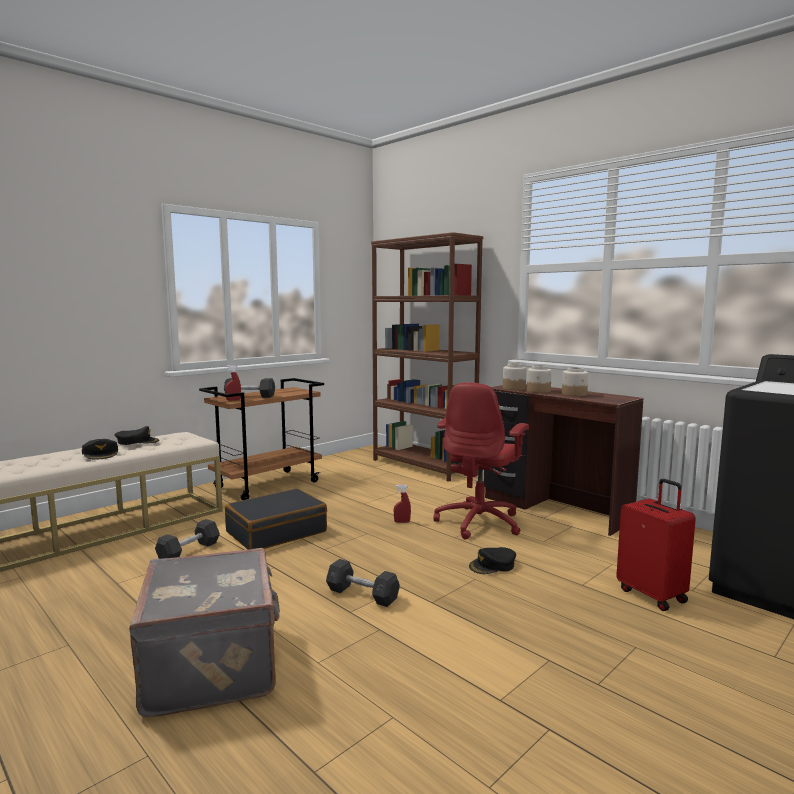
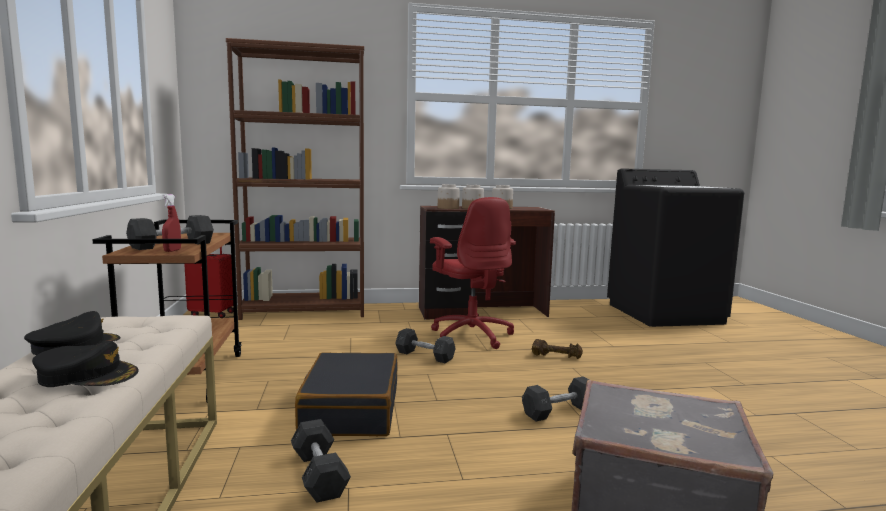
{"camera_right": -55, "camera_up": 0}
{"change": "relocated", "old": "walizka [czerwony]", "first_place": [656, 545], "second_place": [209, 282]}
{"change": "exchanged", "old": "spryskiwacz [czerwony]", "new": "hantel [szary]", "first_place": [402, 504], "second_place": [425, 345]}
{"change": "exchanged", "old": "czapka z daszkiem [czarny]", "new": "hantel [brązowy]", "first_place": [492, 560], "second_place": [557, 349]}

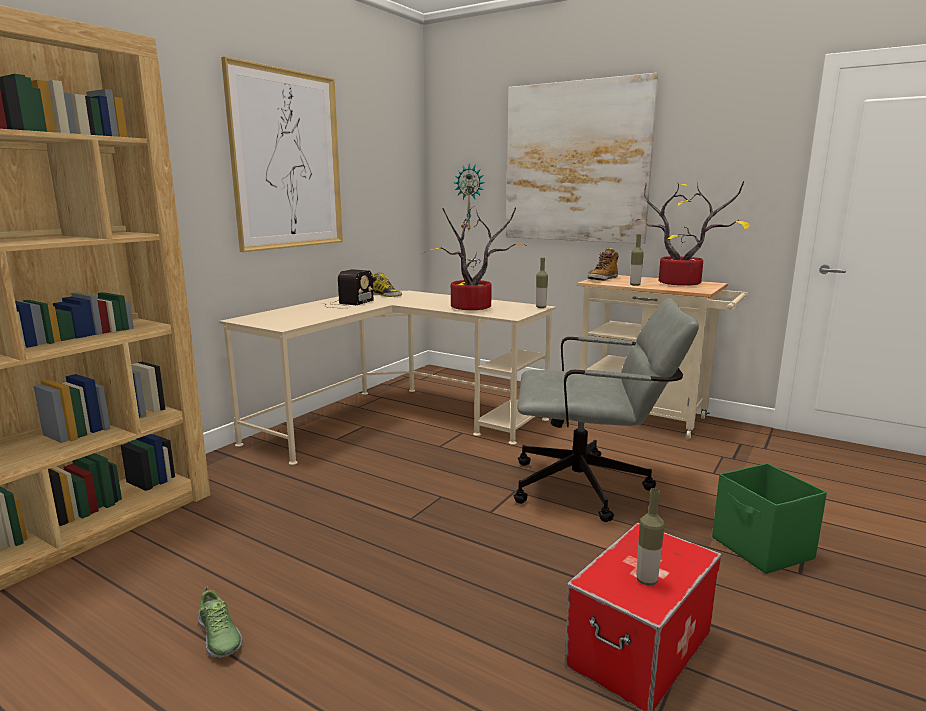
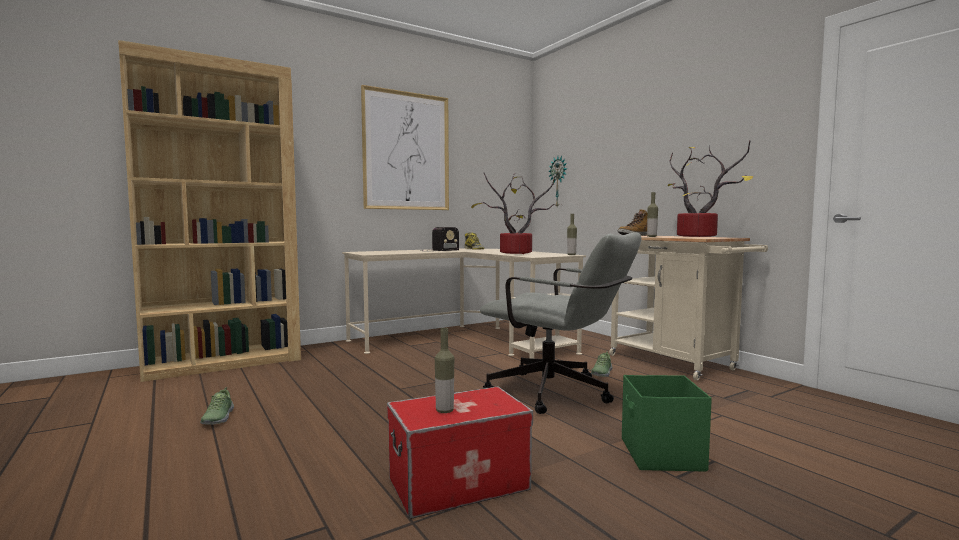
{"camera_right": 25, "camera_up": -10}
{"change": "missing", "old": "obraz", "first_place": [582, 158]}
{"change": "appeared", "new": "but", "second_place": [601, 364]}

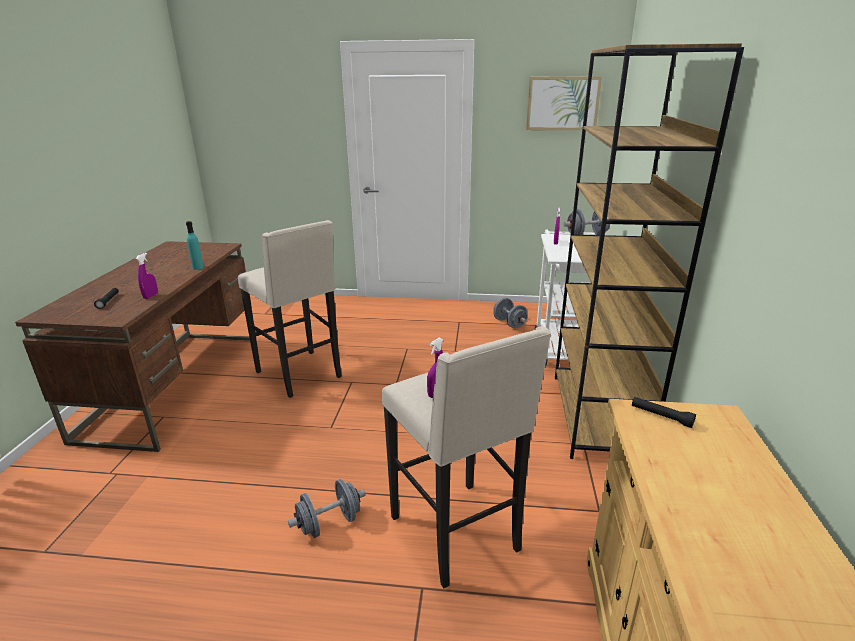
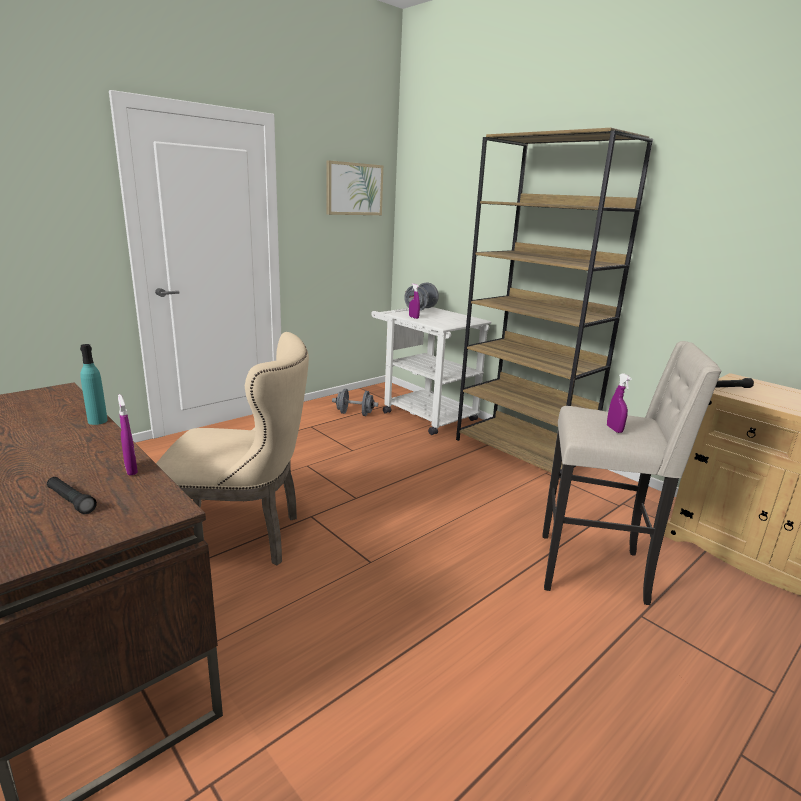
{"camera_right": -50, "camera_up": -5}
{"change": "missing", "old": "hantel [szary]", "first_place": [326, 508]}
{"change": "exchanged", "old": "stołek [beżowy]", "new": "krzesło [beżowy]", "first_place": [290, 309], "second_place": [232, 448]}

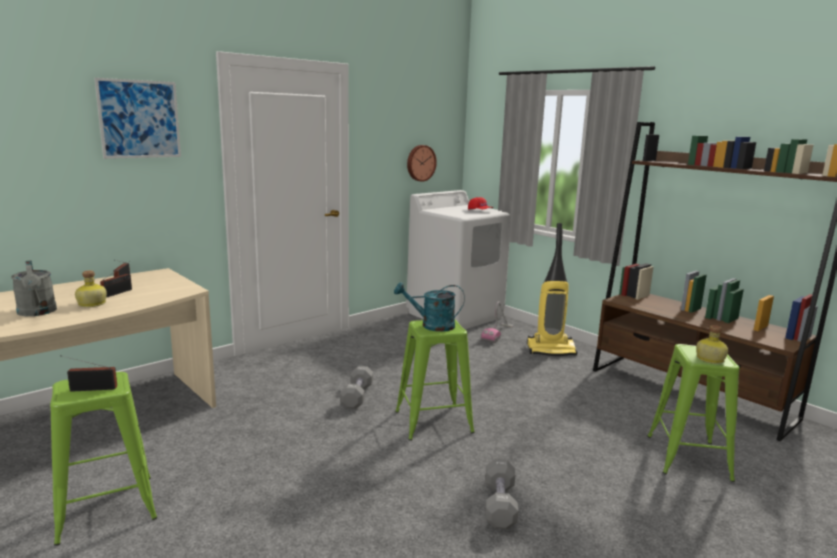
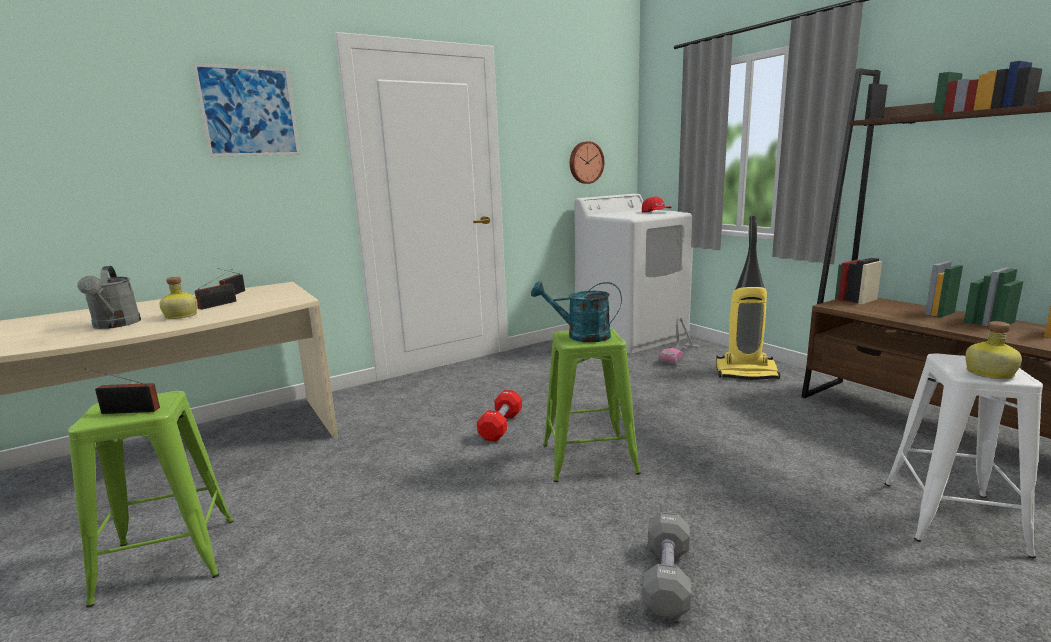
{"camera_right": 10, "camera_up": 0}
{"change": "colour", "old": "hantel [szary]", "new": "hantel [czerwony]", "first_place": [356, 387], "second_place": [499, 415]}
{"change": "colour", "old": "stołek [zielony]", "new": "stołek [biały]", "first_place": [693, 413], "second_place": [964, 456]}

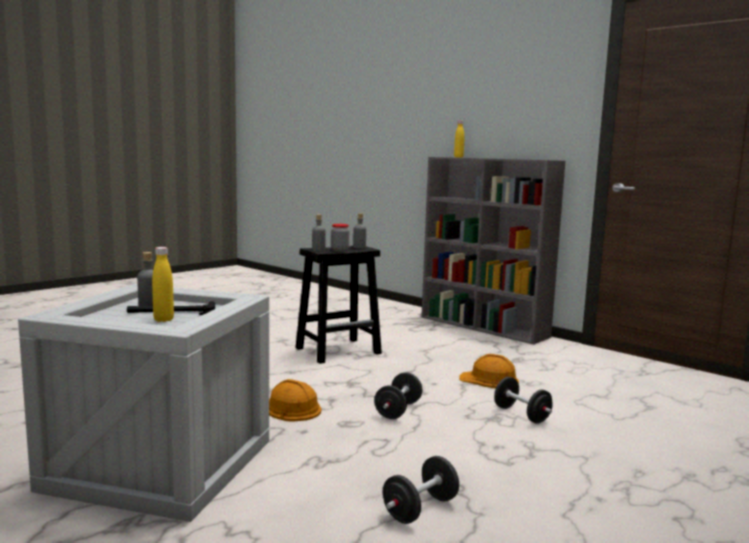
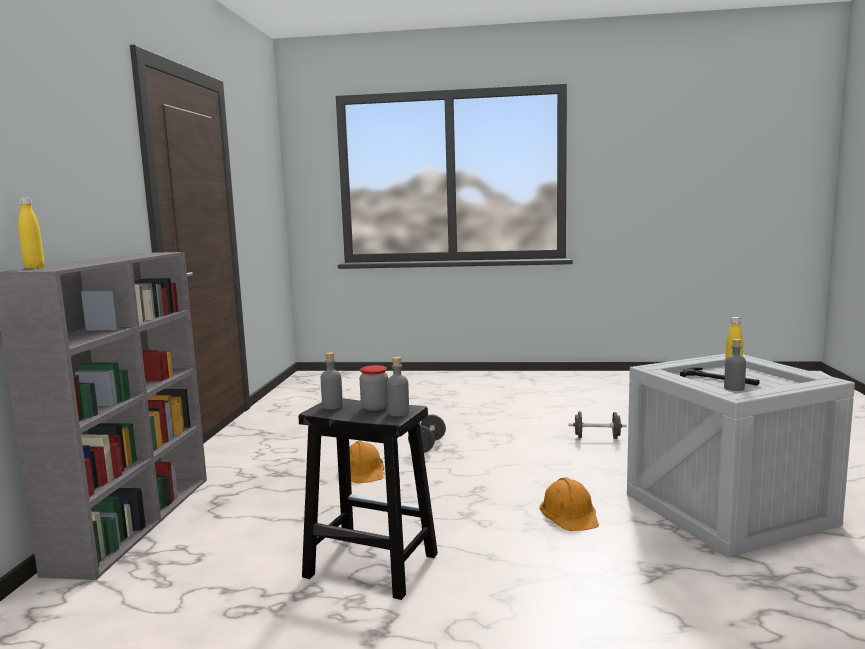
{"camera_right": -125, "camera_up": 0}
{"change": "missing", "old": "hantel [czarny]", "first_place": [398, 395]}

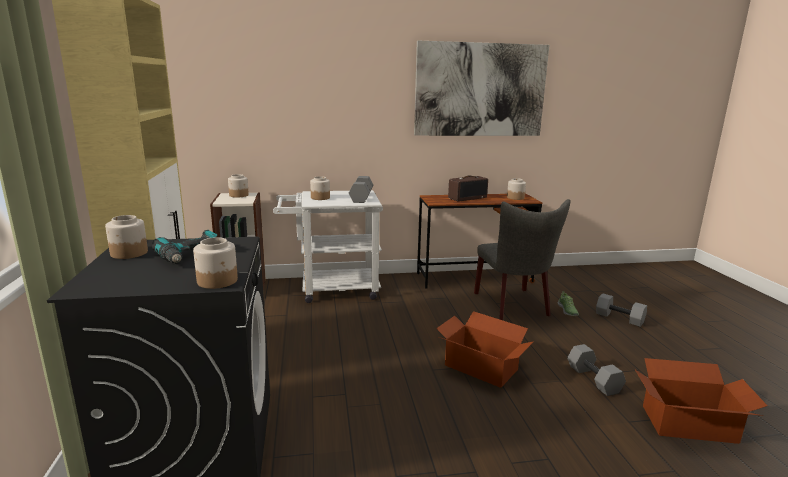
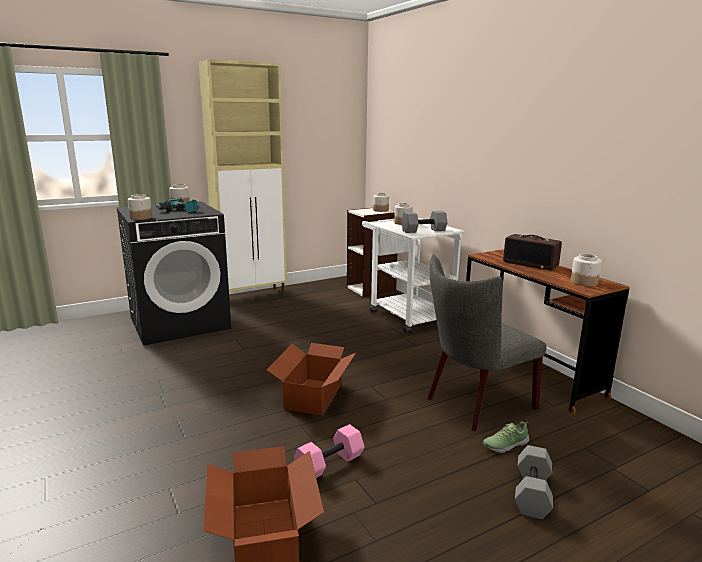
{"camera_right": 70, "camera_up": 0}
{"change": "missing", "old": "obraz", "first_place": [481, 88]}
{"change": "colour", "old": "hantel [szary]", "new": "hantel [różowy]", "first_place": [596, 370], "second_place": [329, 451]}

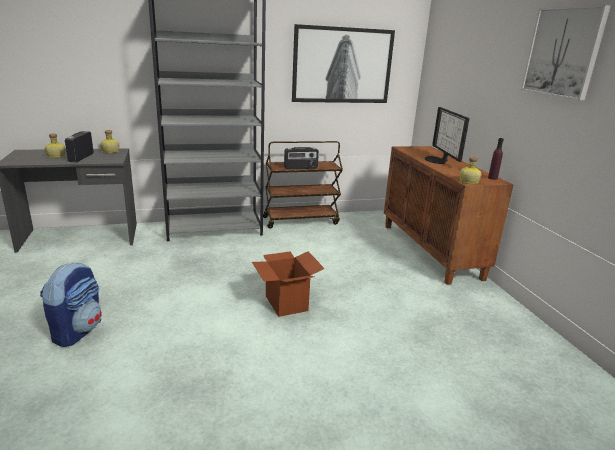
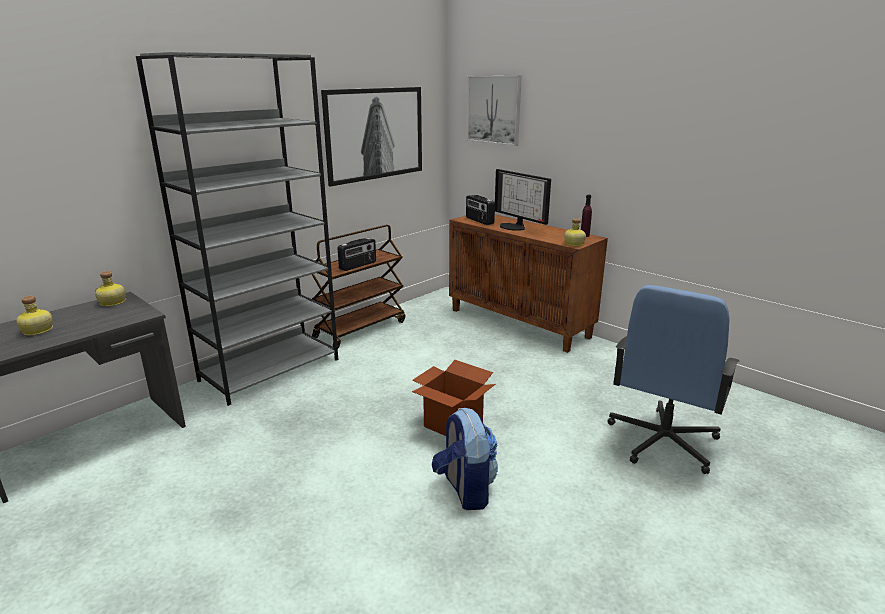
{"camera_right": -30, "camera_up": 0}
{"change": "appeared", "new": "krzesło biurowe [niebieski]", "second_place": [673, 379]}
{"change": "relocated", "old": "plecak", "first_place": [71, 304], "second_place": [465, 459]}
{"change": "relocated", "old": "radio", "first_place": [79, 146], "second_place": [480, 210]}
{"change": "relocated", "old": "obraz", "first_place": [566, 53], "second_place": [494, 110]}

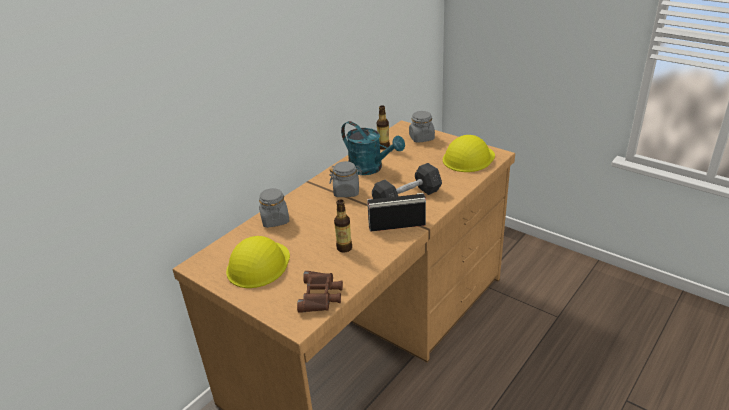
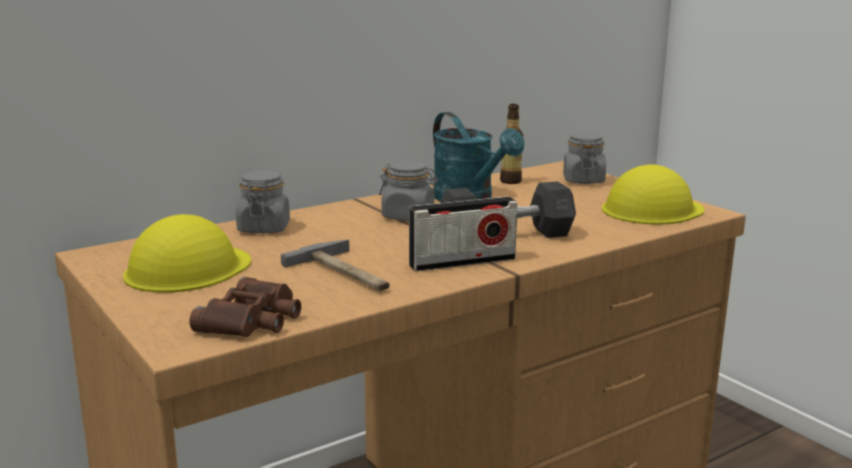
{"camera_right": 15, "camera_up": -15}
{"change": "exchanged", "old": "butelka", "new": "młotek", "first_place": [343, 225], "second_place": [335, 265]}
{"change": "spun", "old": "radio", "first_place": [396, 212], "second_place": [463, 234], "degrees": 150}

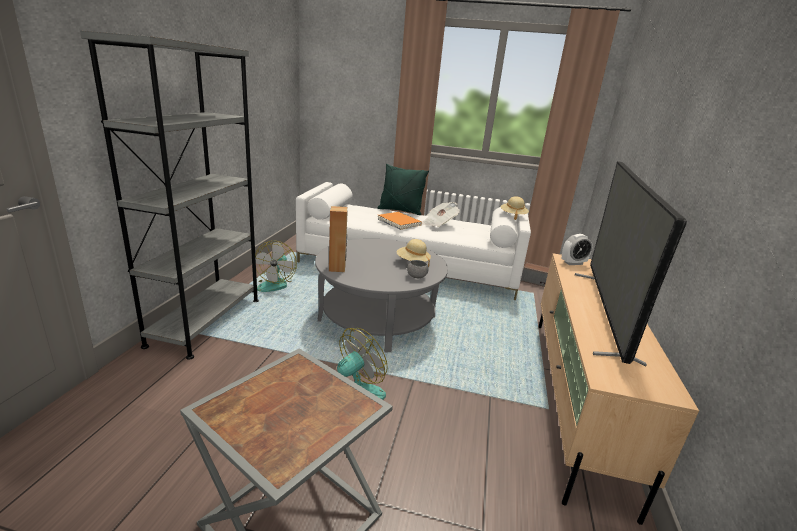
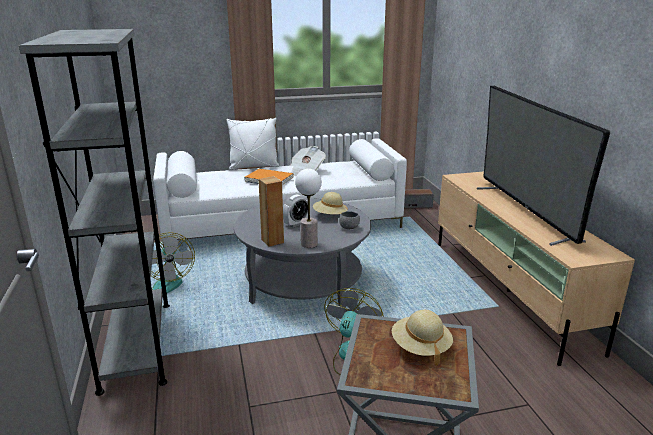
{"camera_right": -25, "camera_up": 0}
{"change": "appeared", "new": "lampa stołowa", "second_place": [308, 208]}
{"change": "relocated", "old": "kapelusz [beżowy]", "first_place": [515, 208], "second_place": [422, 338]}
{"change": "relocated", "old": "budzik", "first_place": [577, 249], "second_place": [295, 211]}
{"change": "colour", "old": "poduszka [zielony]", "new": "poduszka [biały]", "first_place": [403, 189], "second_place": [253, 144]}

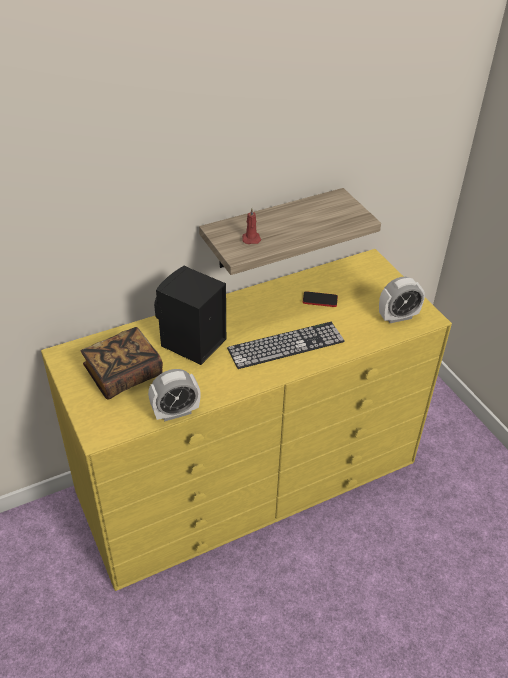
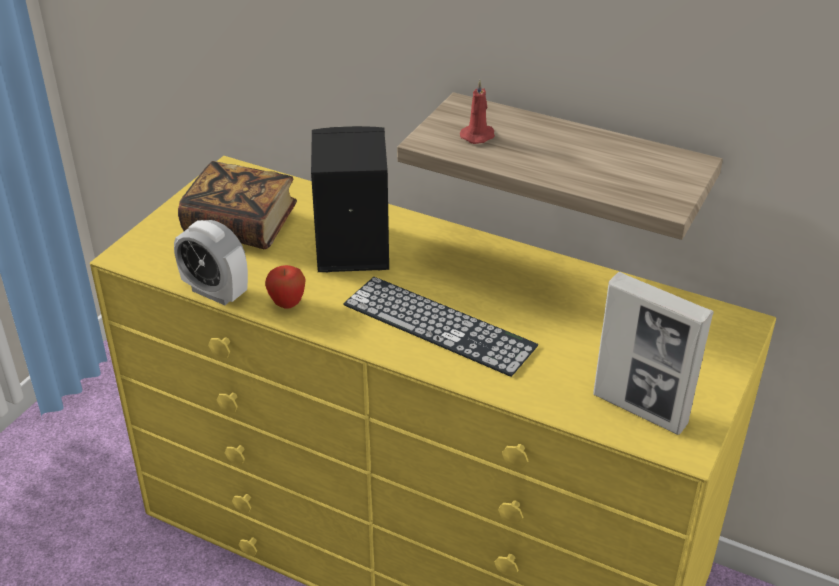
{"camera_right": 55, "camera_up": -5}
{"change": "missing", "old": "telefon", "first_place": [320, 299]}
{"change": "appeared", "new": "jabłko", "second_place": [285, 287]}
{"change": "exchanged", "old": "budzik", "new": "ramka na zdjęcie", "first_place": [402, 300], "second_place": [653, 353]}

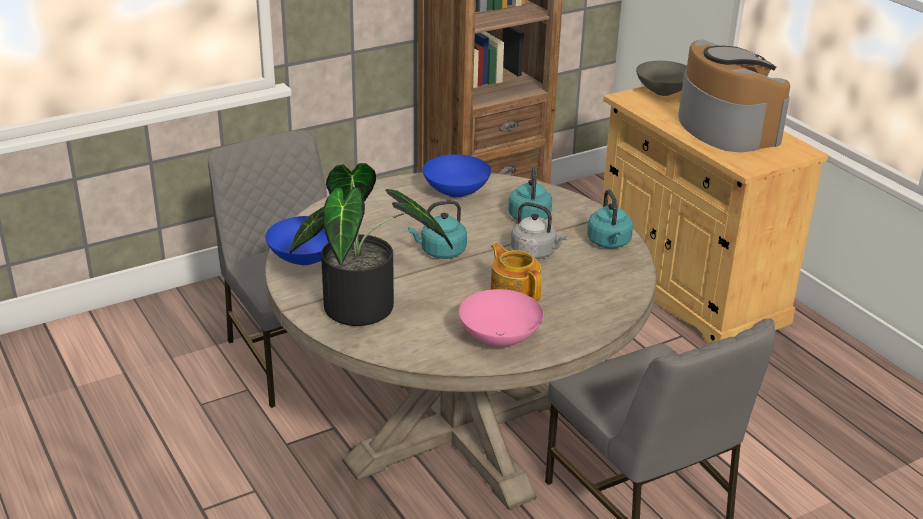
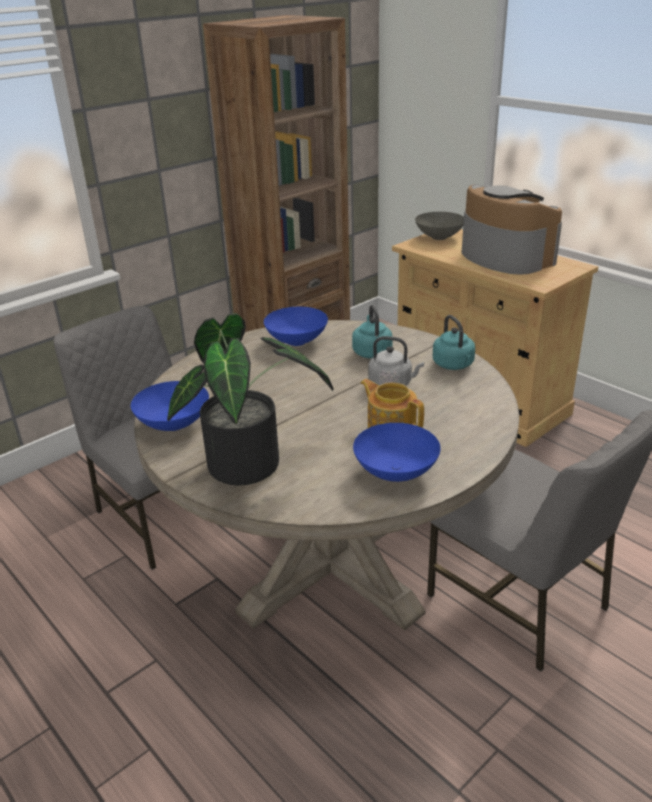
{"camera_right": -10, "camera_up": 0}
{"change": "missing", "old": "czajnik [turkusowy]", "first_place": [437, 229]}
{"change": "colour", "old": "miska [różowy]", "new": "miska [niebieski]", "first_place": [501, 317], "second_place": [397, 452]}

